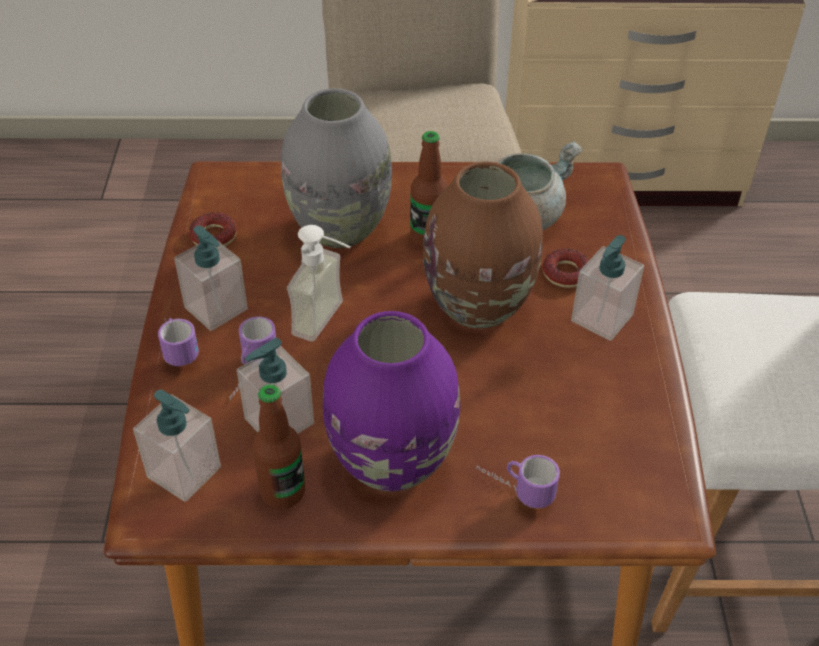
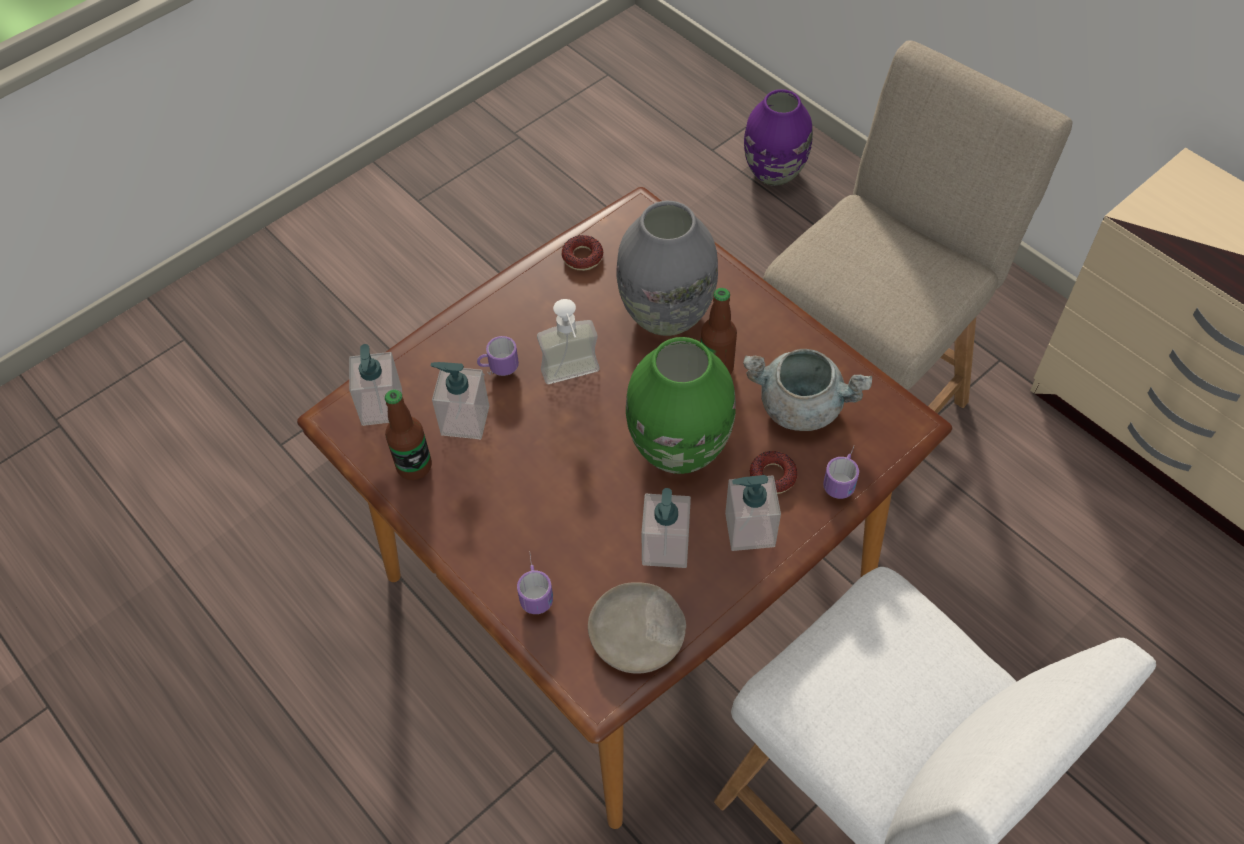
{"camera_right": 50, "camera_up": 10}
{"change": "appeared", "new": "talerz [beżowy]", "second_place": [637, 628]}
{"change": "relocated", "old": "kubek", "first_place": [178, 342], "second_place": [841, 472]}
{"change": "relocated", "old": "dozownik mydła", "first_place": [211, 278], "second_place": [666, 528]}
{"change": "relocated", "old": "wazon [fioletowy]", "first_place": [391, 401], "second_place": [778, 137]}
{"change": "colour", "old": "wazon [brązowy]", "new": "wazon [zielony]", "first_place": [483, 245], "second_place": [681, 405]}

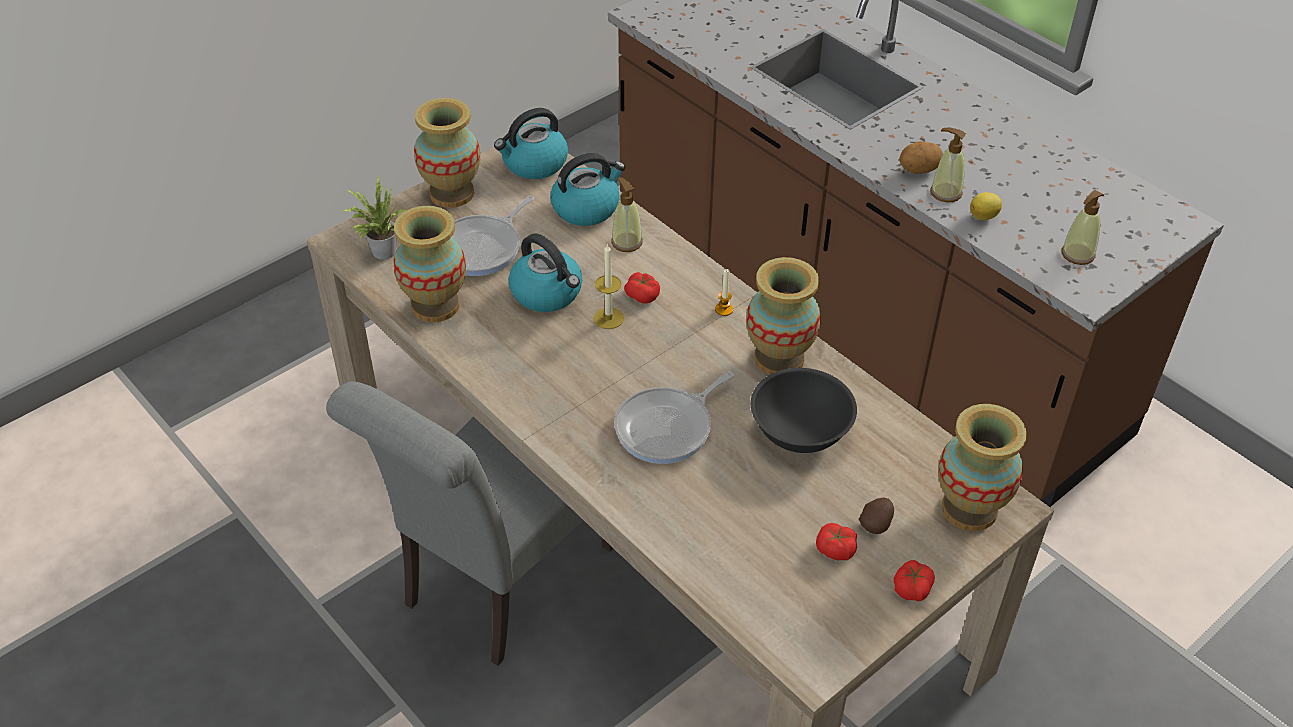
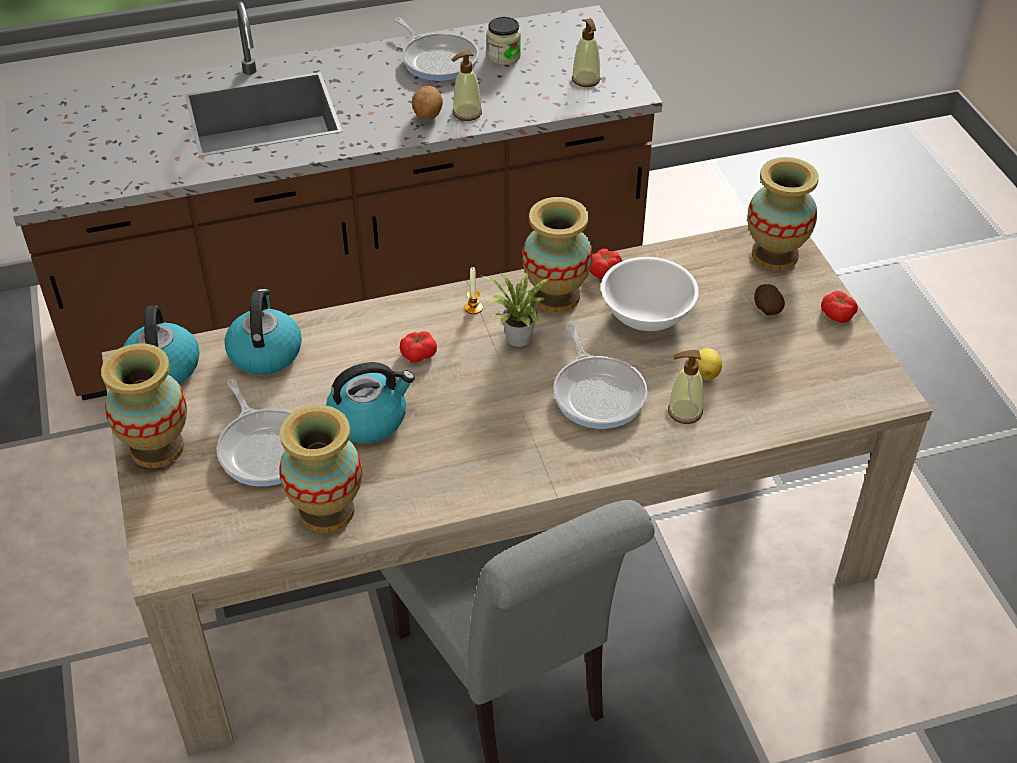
{"camera_right": -65, "camera_up": 0}
{"change": "missing", "old": "świeca", "first_place": [609, 286]}
{"change": "appeared", "new": "patelnia", "second_place": [437, 49]}
{"change": "appeared", "new": "słoik", "second_place": [504, 41]}
{"change": "relocated", "old": "roślina doniczkowa", "first_place": [374, 218], "second_place": [516, 309]}
{"change": "relocated", "old": "dozownik mydła", "first_place": [627, 214], "second_place": [685, 387]}
{"change": "relocated", "old": "pomidor", "first_place": [836, 541], "second_place": [606, 263]}
{"change": "relocated", "old": "cytryna", "first_place": [986, 206], "second_place": [709, 364]}
{"change": "colour", "old": "miska [czarny]", "new": "miska [biały]", "first_place": [804, 410], "second_place": [650, 294]}

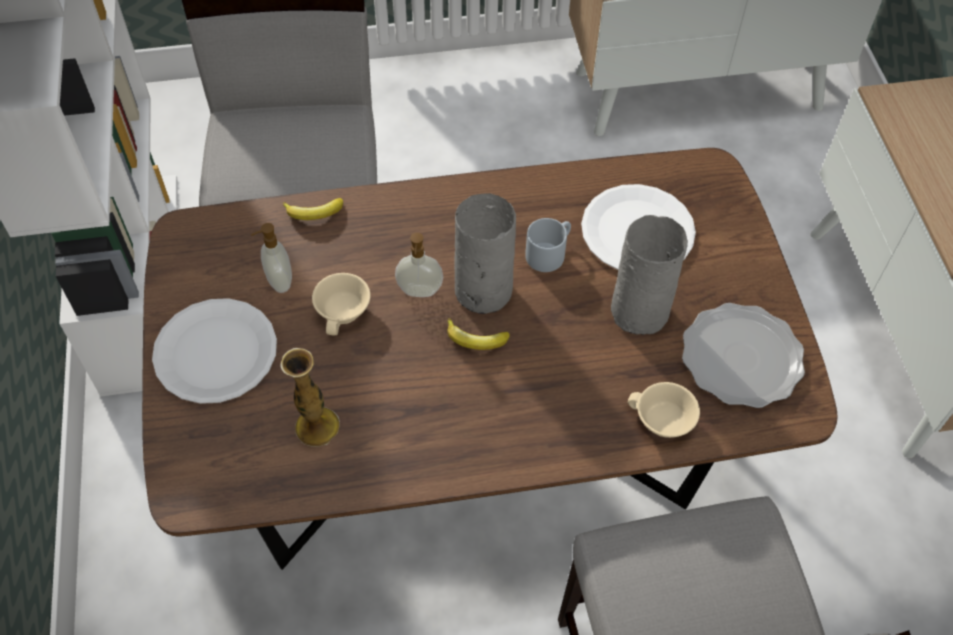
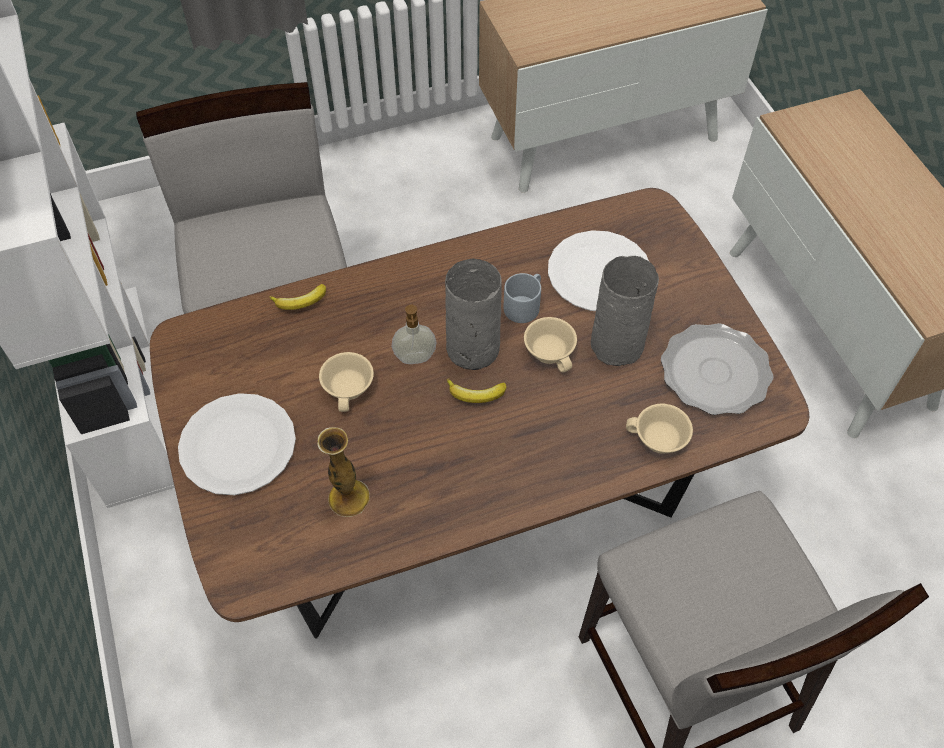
{"camera_right": -10, "camera_up": 0}
{"change": "missing", "old": "dozownik mydła", "first_place": [271, 258]}
{"change": "appeared", "new": "filiżanka [beżowy]", "second_place": [550, 345]}

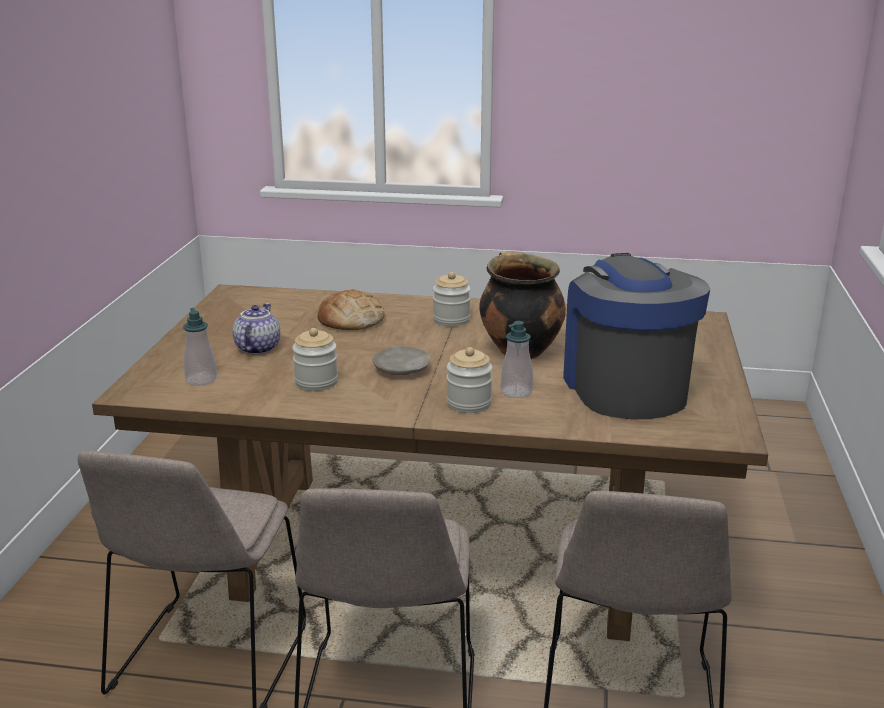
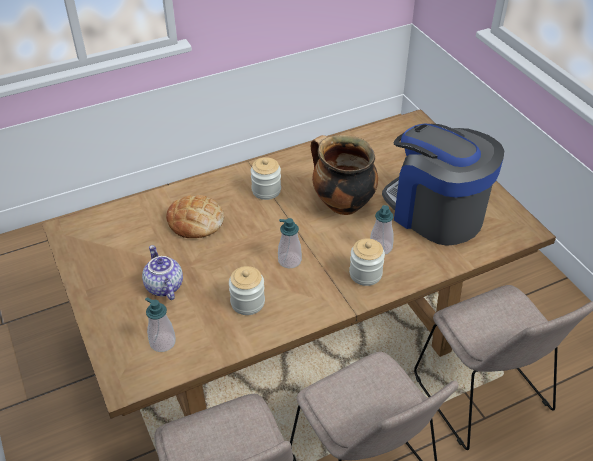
{"camera_right": -35, "camera_up": 20}
{"change": "exchanged", "old": "talerz [beżowy]", "new": "dozownik mydła", "first_place": [402, 360], "second_place": [290, 243]}

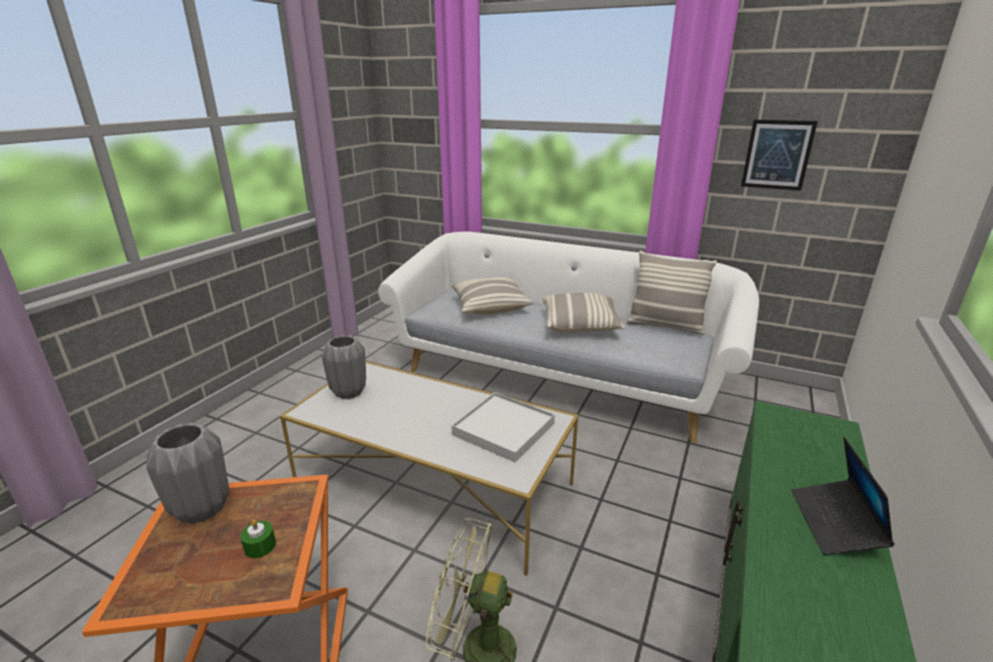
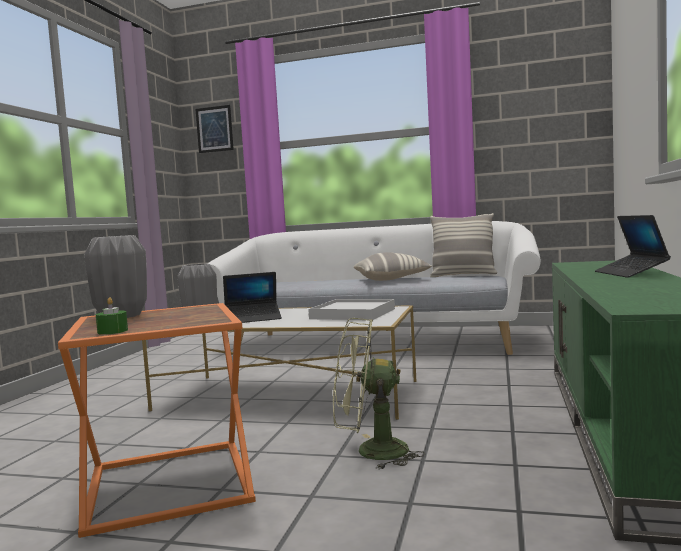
{"camera_right": -10, "camera_up": -20}
{"change": "missing", "old": "poduszka", "first_place": [492, 296]}
{"change": "appeared", "new": "laptop", "second_place": [252, 297]}
{"change": "relocated", "old": "świeca [zielony]", "first_place": [258, 538], "second_place": [112, 316]}
{"change": "relocated", "old": "obraz", "first_place": [779, 155], "second_place": [214, 129]}

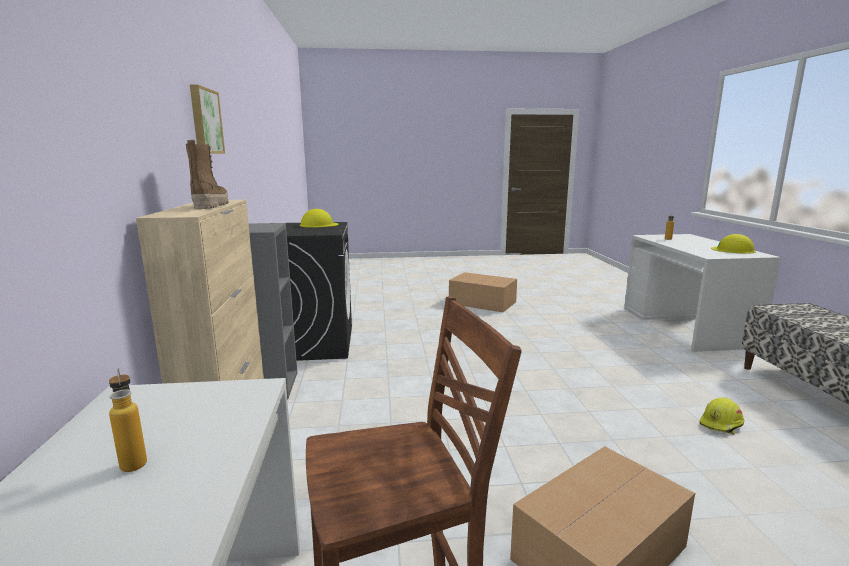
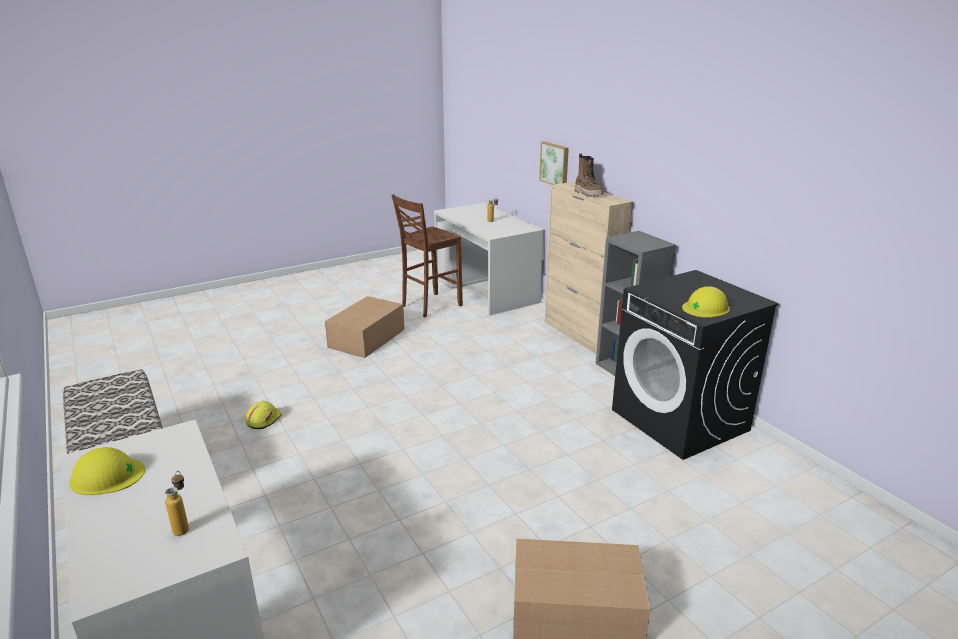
{"camera_right": 155, "camera_up": 10}
{"change": "relocated", "old": "obraz", "first_place": [207, 119], "second_place": [554, 163]}

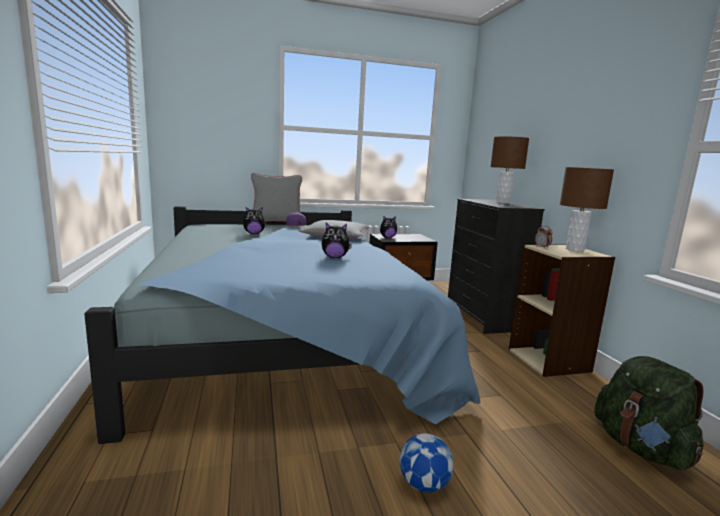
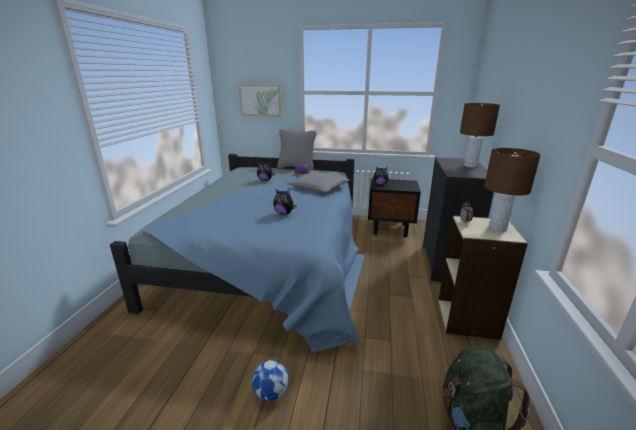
{"camera_right": 25, "camera_up": 10}
{"change": "appeared", "new": "obraz", "second_place": [260, 100]}

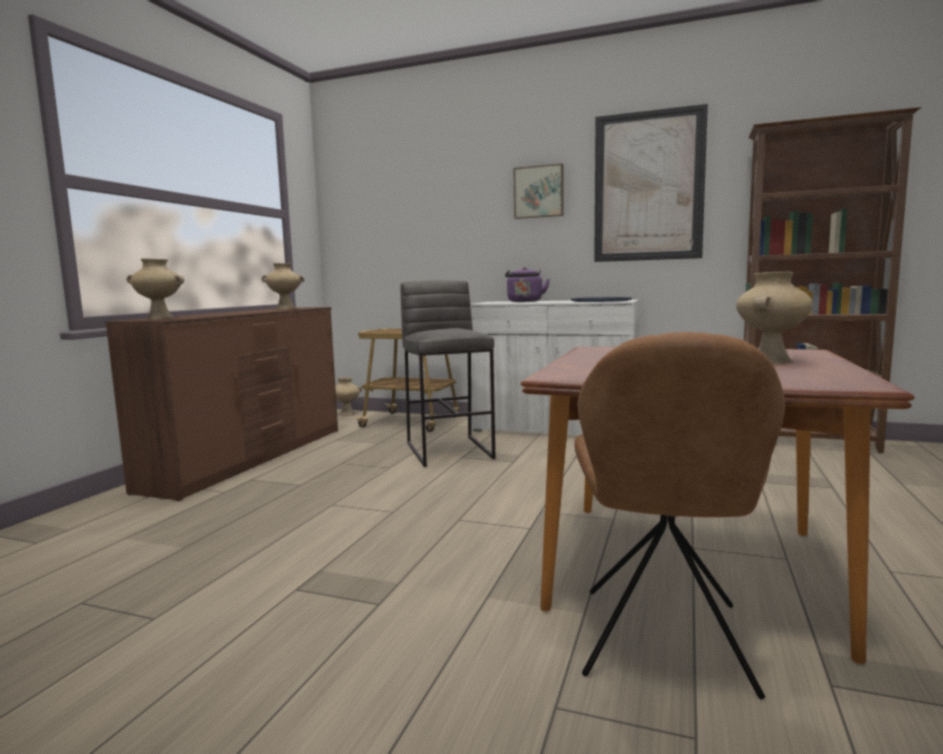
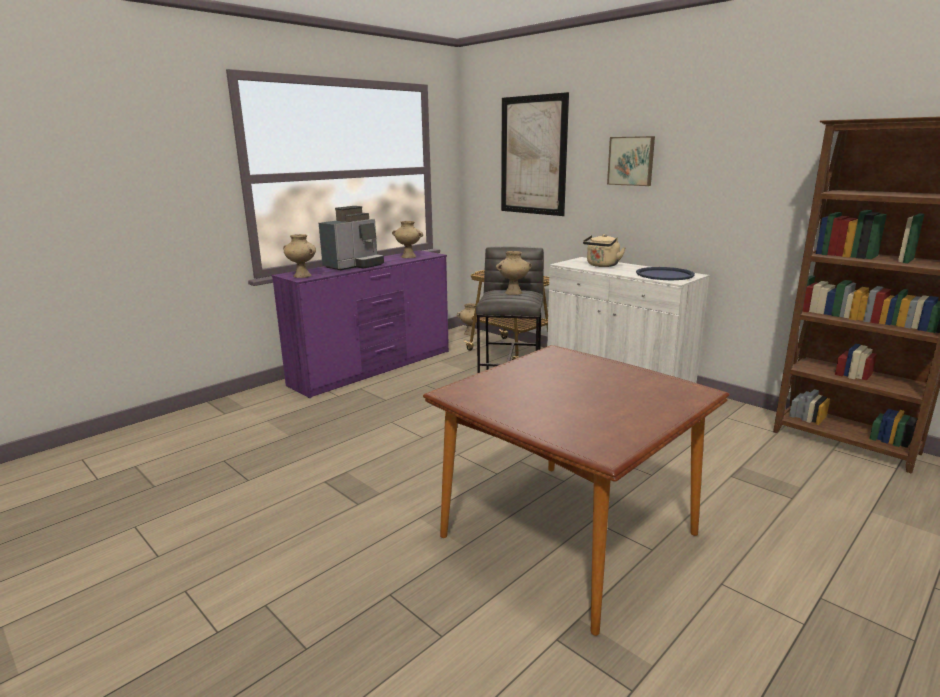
{"camera_right": 25, "camera_up": 10}
{"change": "missing", "old": "krzesło [brązowy]", "first_place": [679, 516]}
{"change": "appeared", "new": "ekspres do kawy", "second_place": [351, 238]}
{"change": "relocated", "old": "obraz", "first_place": [651, 183], "second_place": [535, 154]}
{"change": "relocated", "old": "wazon [beżowy]", "first_place": [774, 318], "second_place": [514, 273]}
{"change": "colour", "old": "komoda [brązowy]", "new": "komoda [fioletowy]", "first_place": [221, 404], "second_place": [360, 324]}
{"change": "colour", "old": "czajnik [fioletowy]", "new": "czajnik [beżowy]", "first_place": [527, 284], "second_place": [604, 250]}

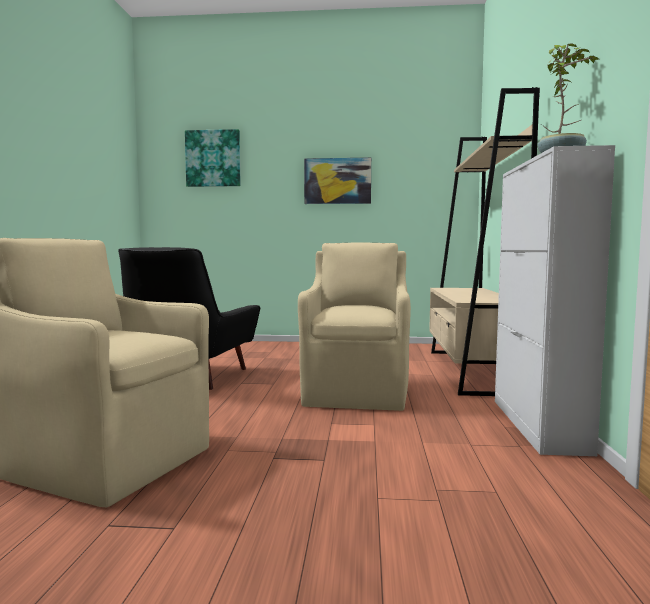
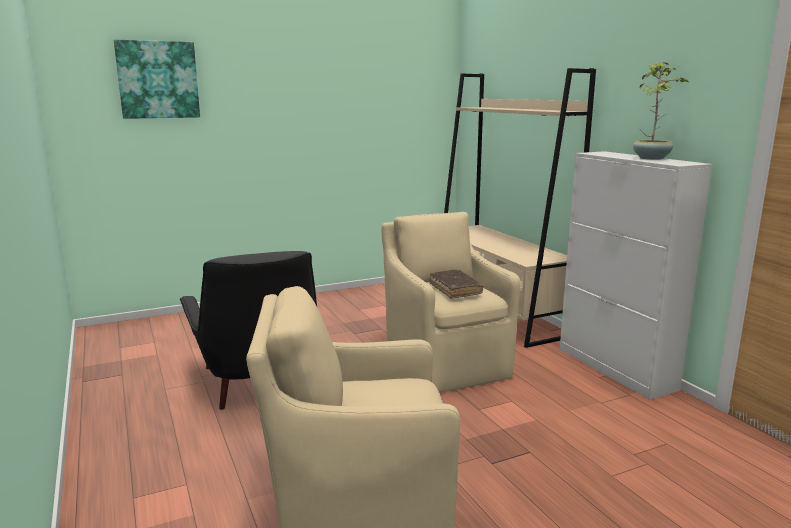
{"camera_right": -30, "camera_up": 10}
{"change": "missing", "old": "obraz", "first_place": [337, 181]}
{"change": "appeared", "new": "książka [brązowy]", "second_place": [456, 284]}

